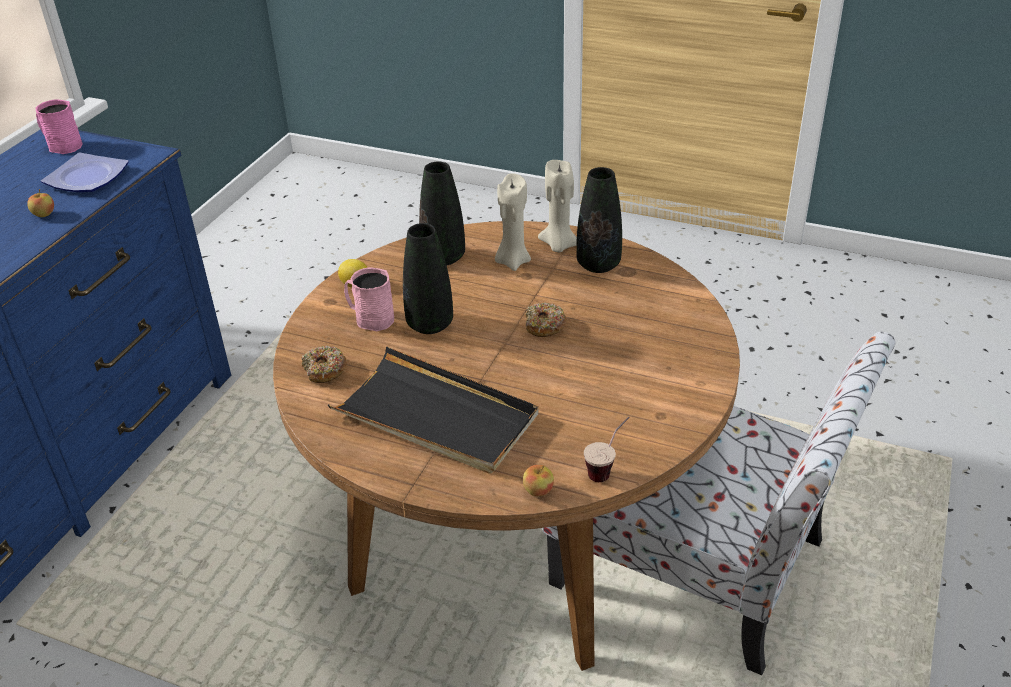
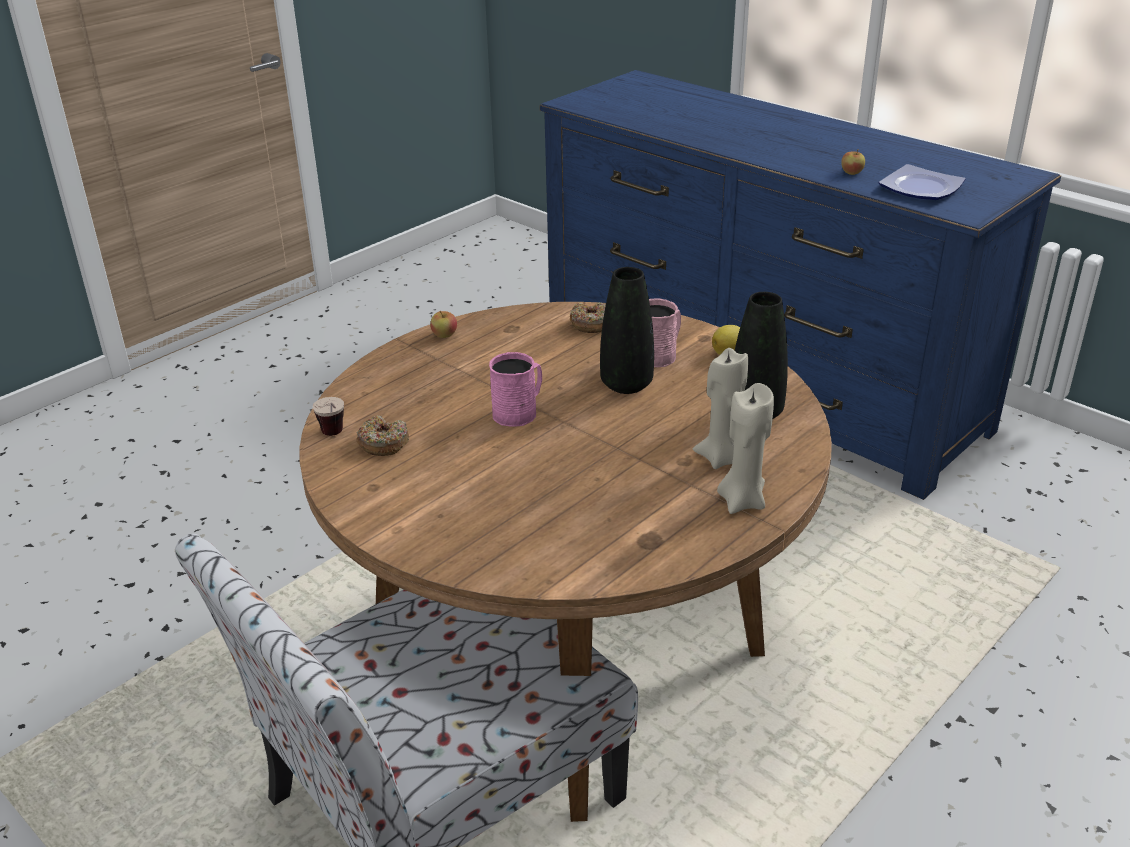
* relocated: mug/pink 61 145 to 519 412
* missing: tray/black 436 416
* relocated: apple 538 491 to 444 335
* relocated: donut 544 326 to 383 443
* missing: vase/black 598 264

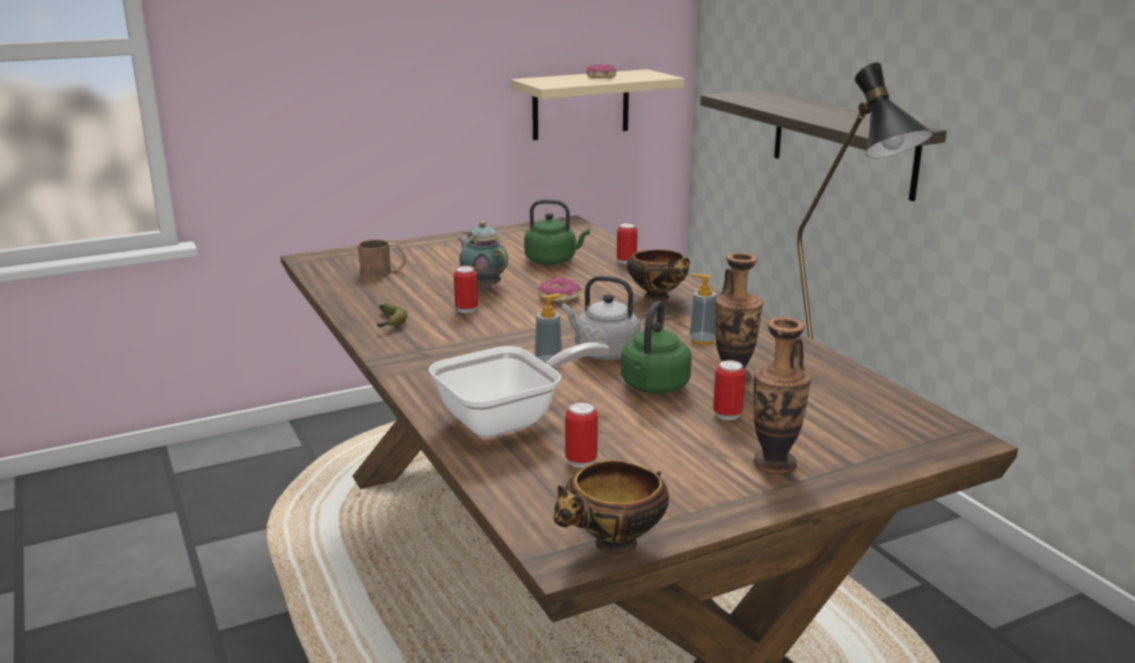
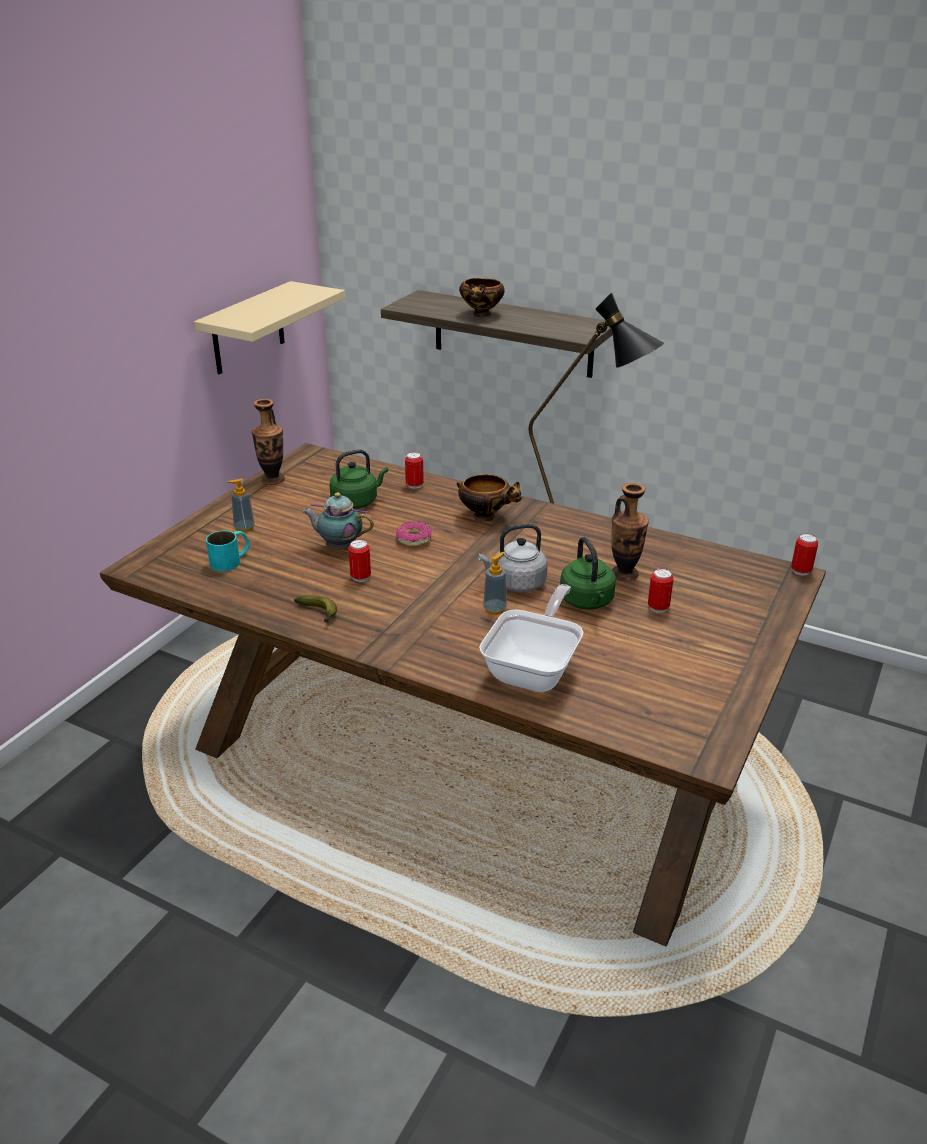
* colour: mug/brown 383 272 to mug/turquoise 231 560
* relocated: bowl 613 546 to 482 315
* relocated: can 581 461 to 801 571
* missing: donut 601 77
* relocated: soap dispenser 702 341 to 244 528
* relocated: vase 774 464 to 272 480

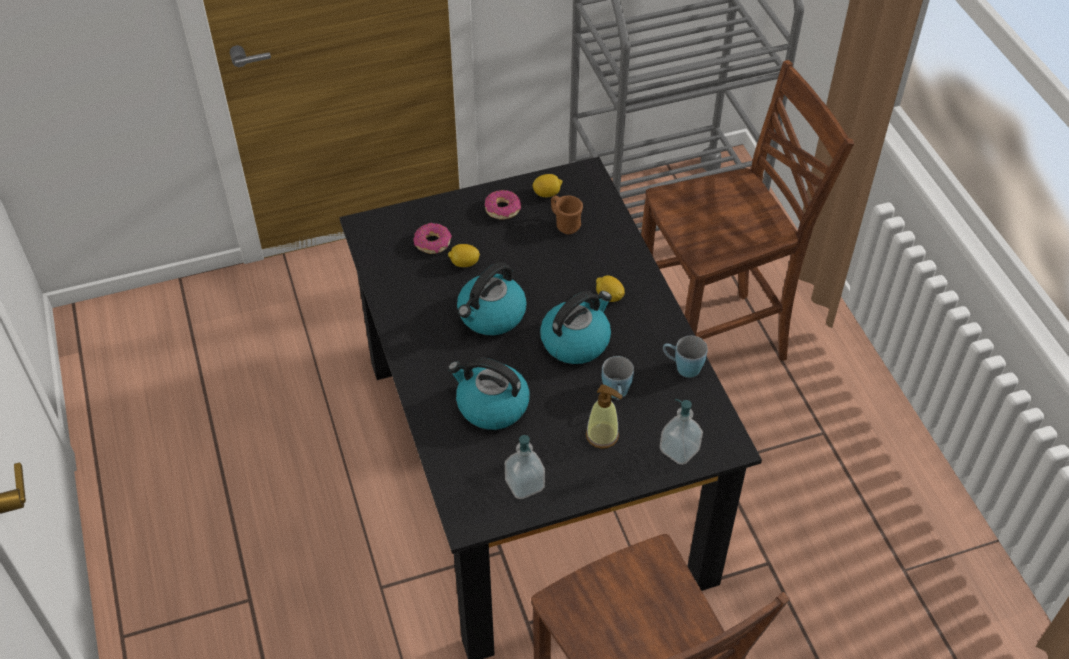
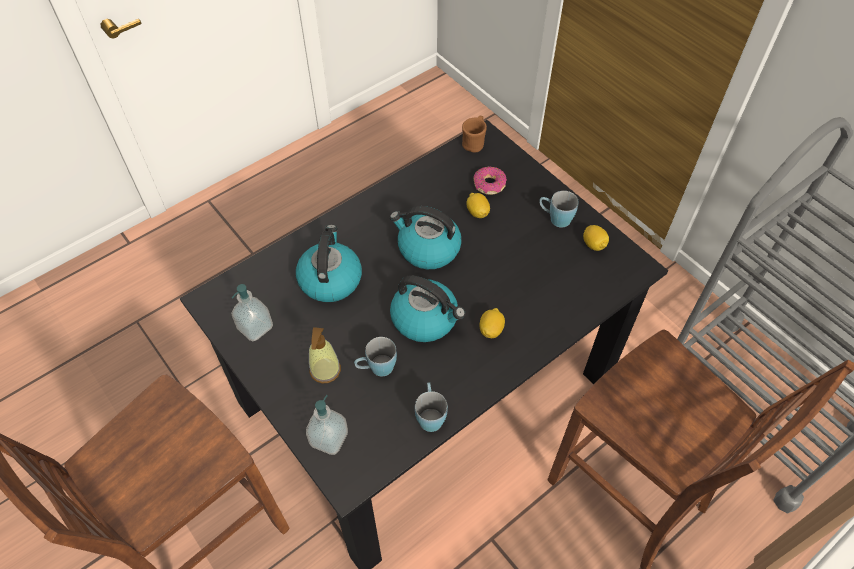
* exchanged: donut 502 209 to mug/blue 555 218
* relocated: mug/brown 565 224 to 474 143

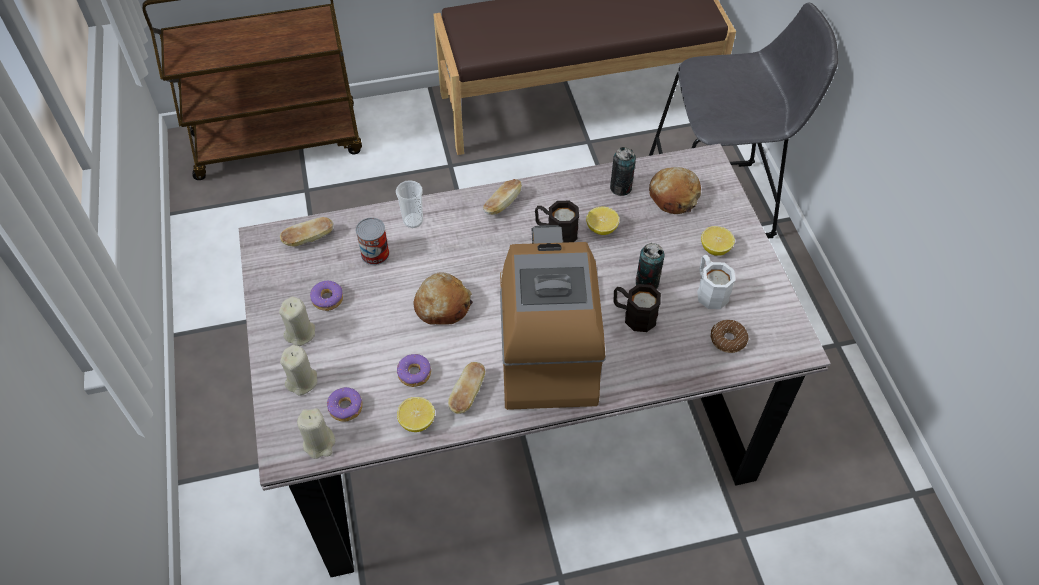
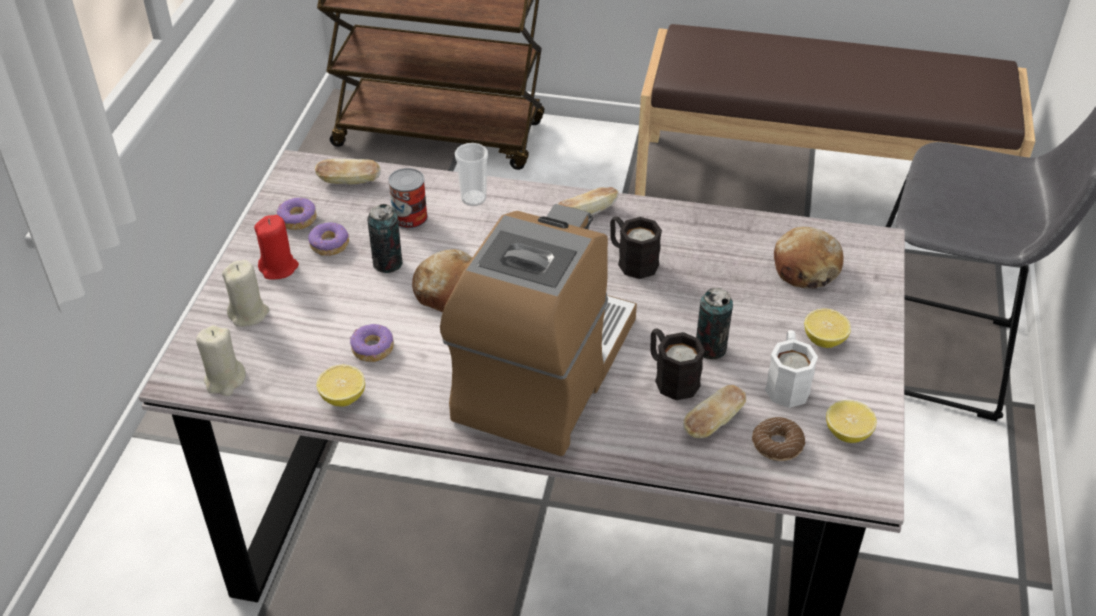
* colour: candle/beige 300 333 to candle/red 279 267
* relocated: donut 346 408 to 298 219
* relocated: bread 467 394 to 713 422
* relocated: lemon 601 229 to 847 433
* relocated: can 620 188 to 387 263

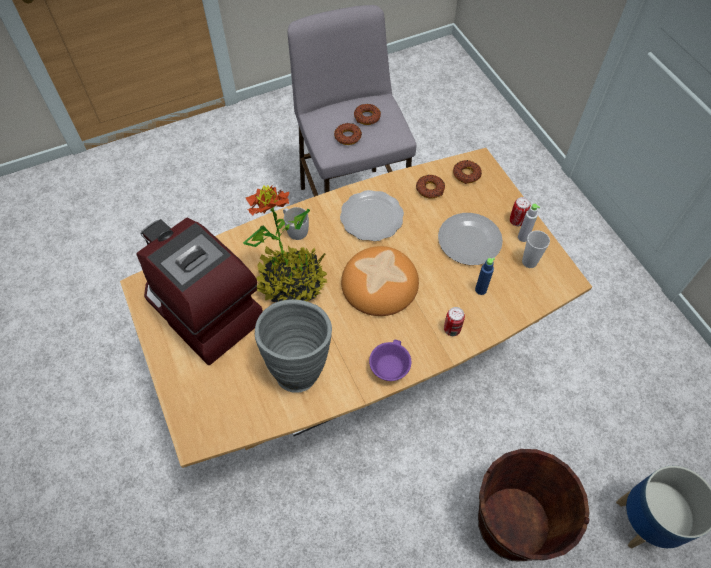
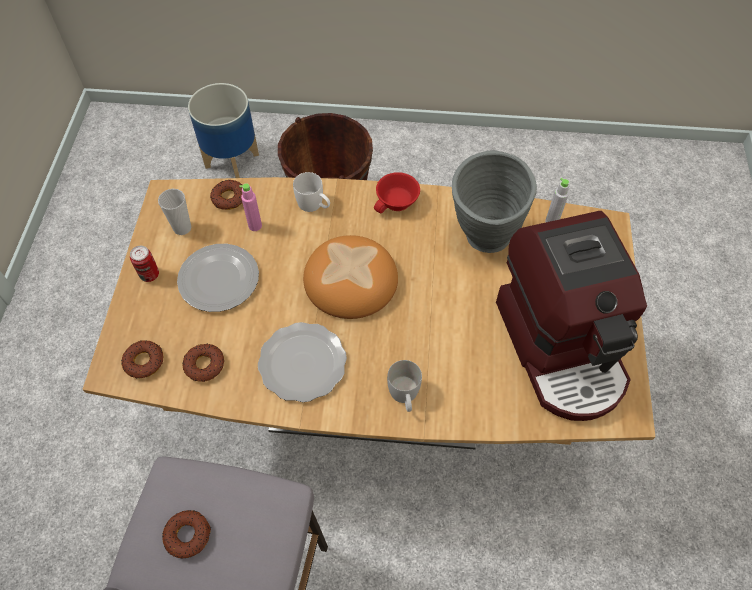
* missing: potted plant 292 283
* relocated: donut 348 136 to 229 198
* colour: cup/purple 388 366 to cup/red 397 203
* exchanged: can 452 329 to mug/white 314 205
* colour: bottle/blue 480 290 to bottle/pink 255 226
* relocated: bottle/grey 523 237 to 551 221

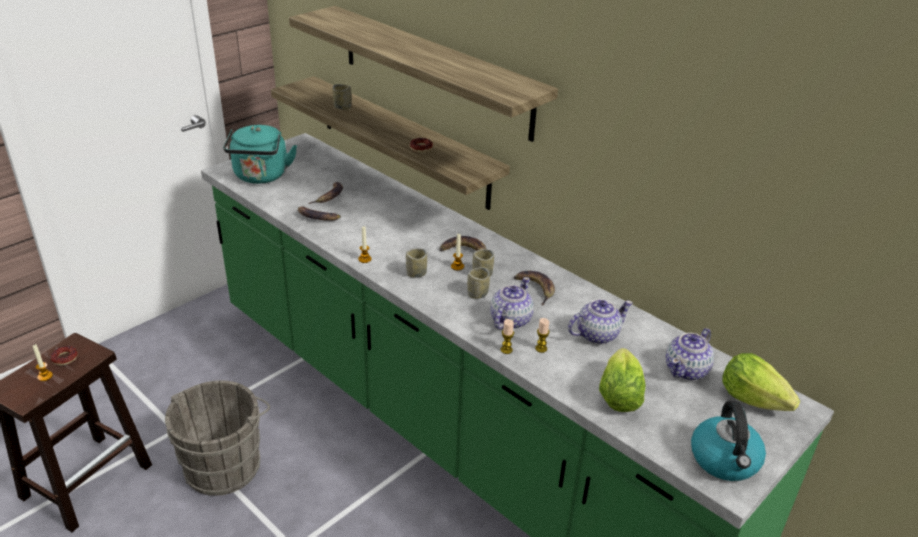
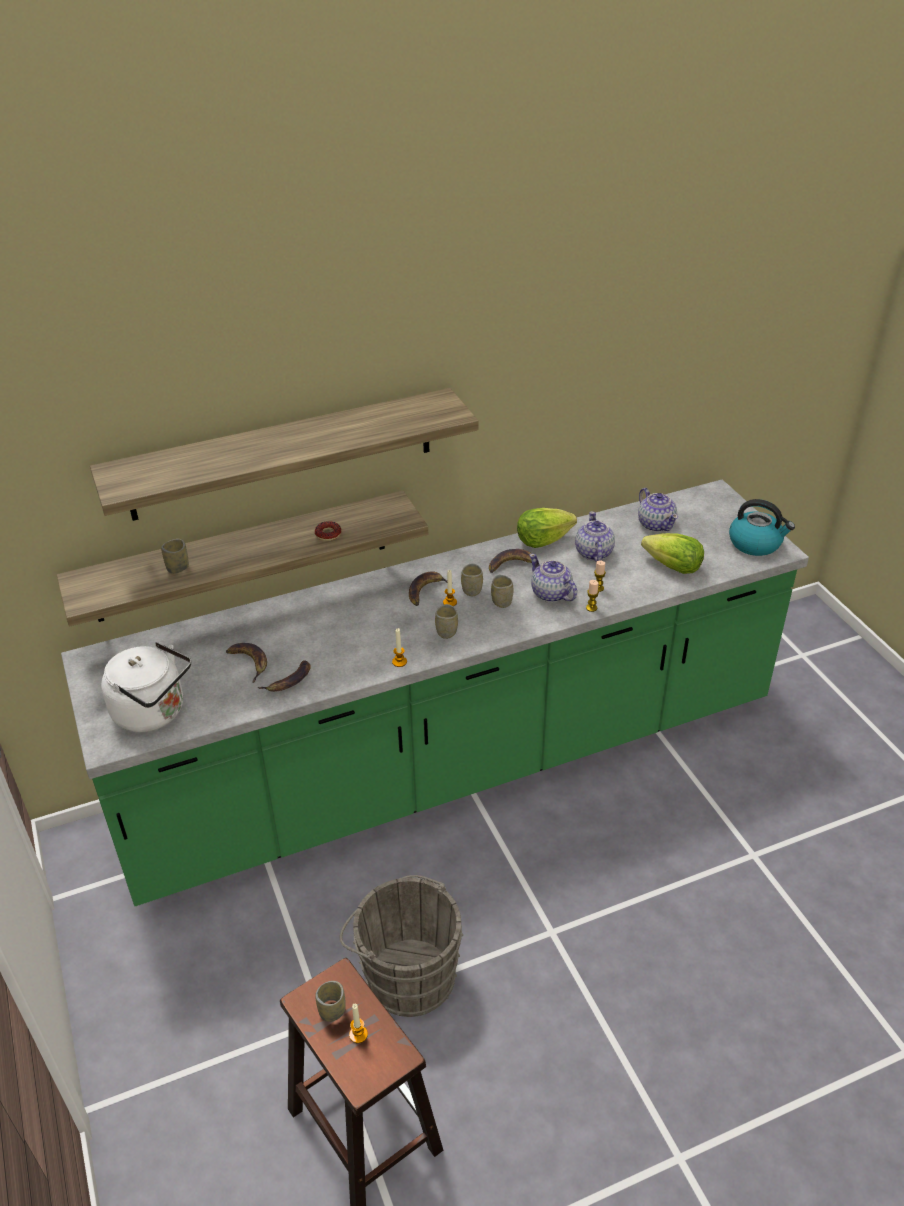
* exchanged: donut 65 358 to cup 332 1011
* colour: kettle/turquoise 261 177 to kettle/white 154 713
* relocated: lettuce 752 399 to 542 540

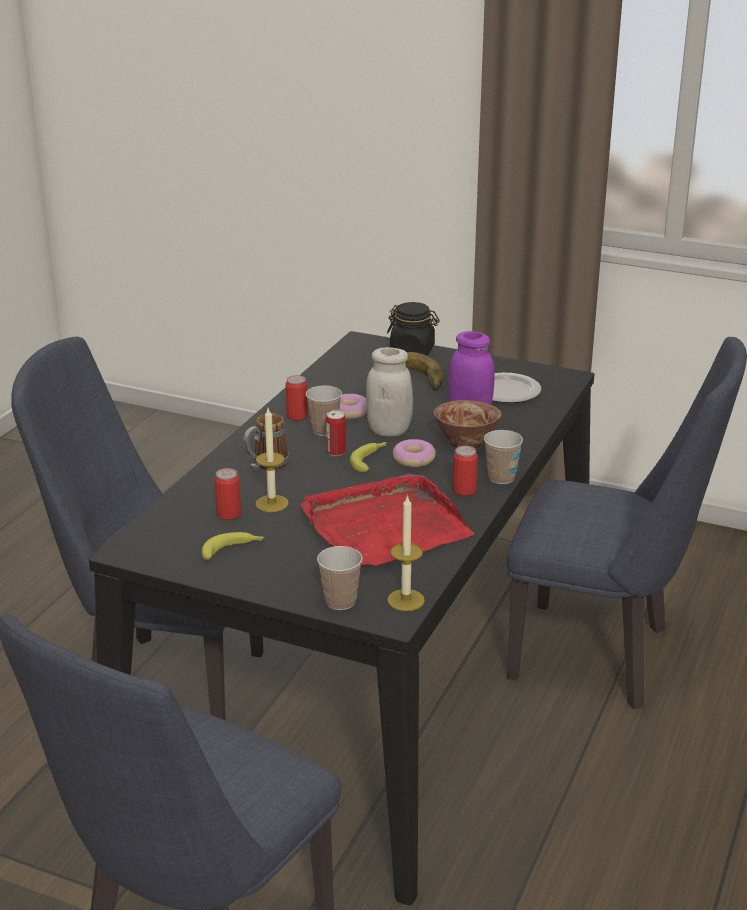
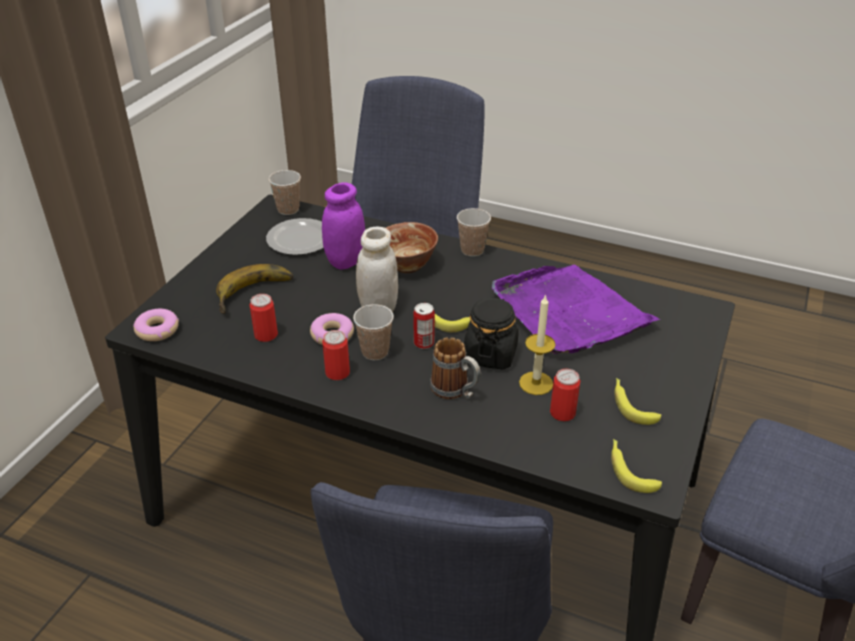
* colour: tray/red 384 527 to tray/purple 568 313
* relocated: cup 340 601 to 288 209
* relocated: jar/black 412 351 to 490 354
* missing: candle 406 600
* relocated: donut 413 459 to 157 330
* relocated: can 464 490 to 266 335
* appeared: banana 629 469

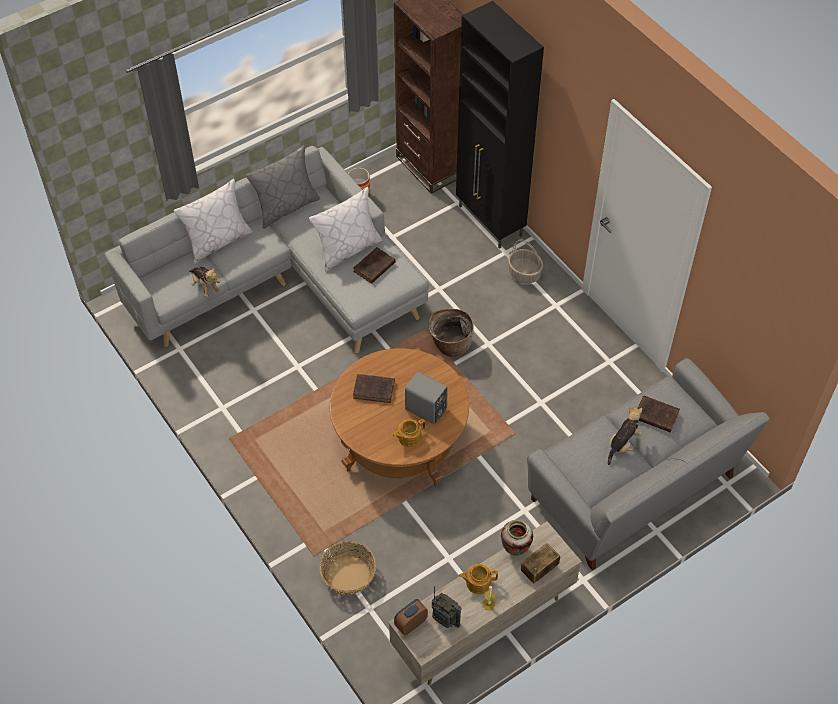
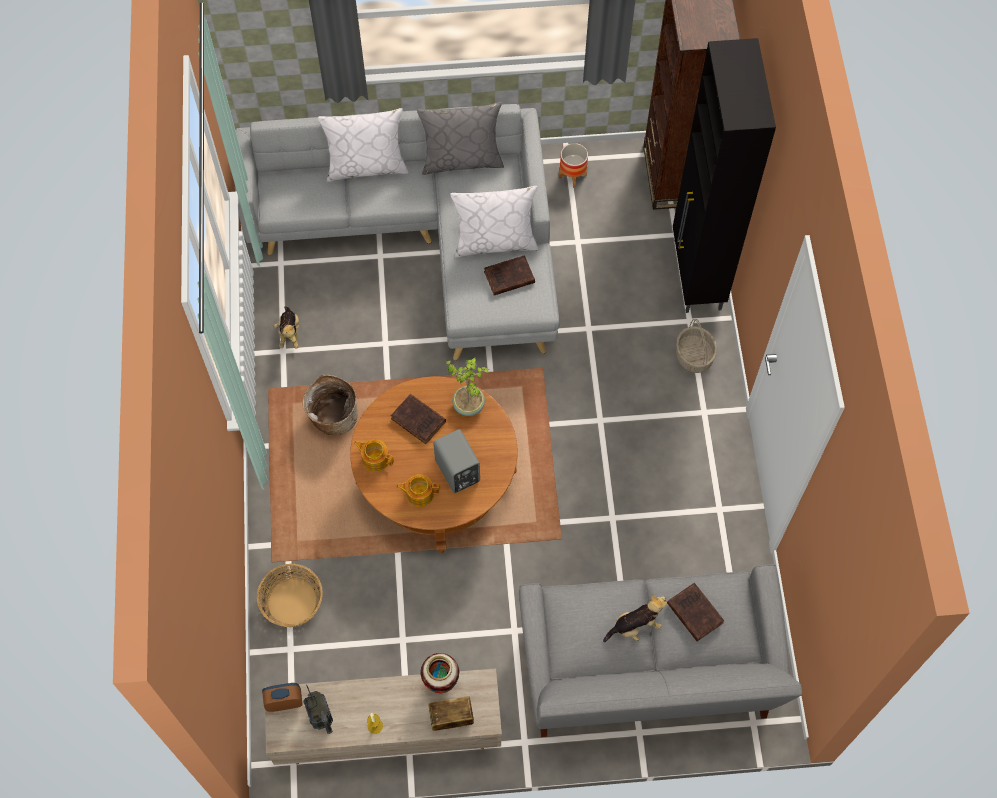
* relocated: plush toy 205 286 to 289 333
* relocated: basket 450 344 to 333 417
* relocated: teapot 477 582 to 375 459
* appeared: potted plant 469 404

